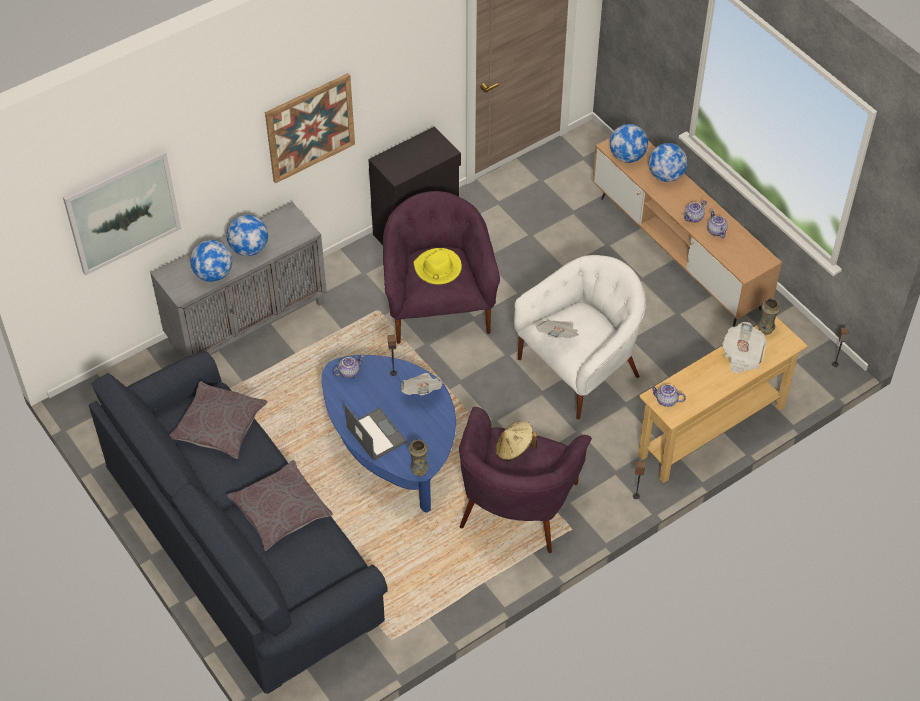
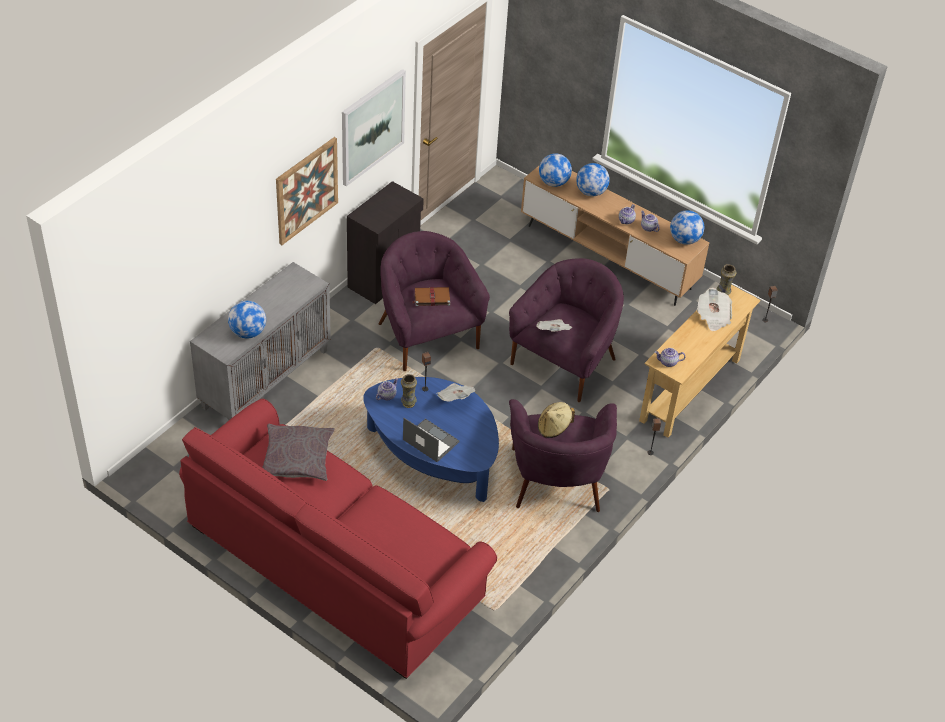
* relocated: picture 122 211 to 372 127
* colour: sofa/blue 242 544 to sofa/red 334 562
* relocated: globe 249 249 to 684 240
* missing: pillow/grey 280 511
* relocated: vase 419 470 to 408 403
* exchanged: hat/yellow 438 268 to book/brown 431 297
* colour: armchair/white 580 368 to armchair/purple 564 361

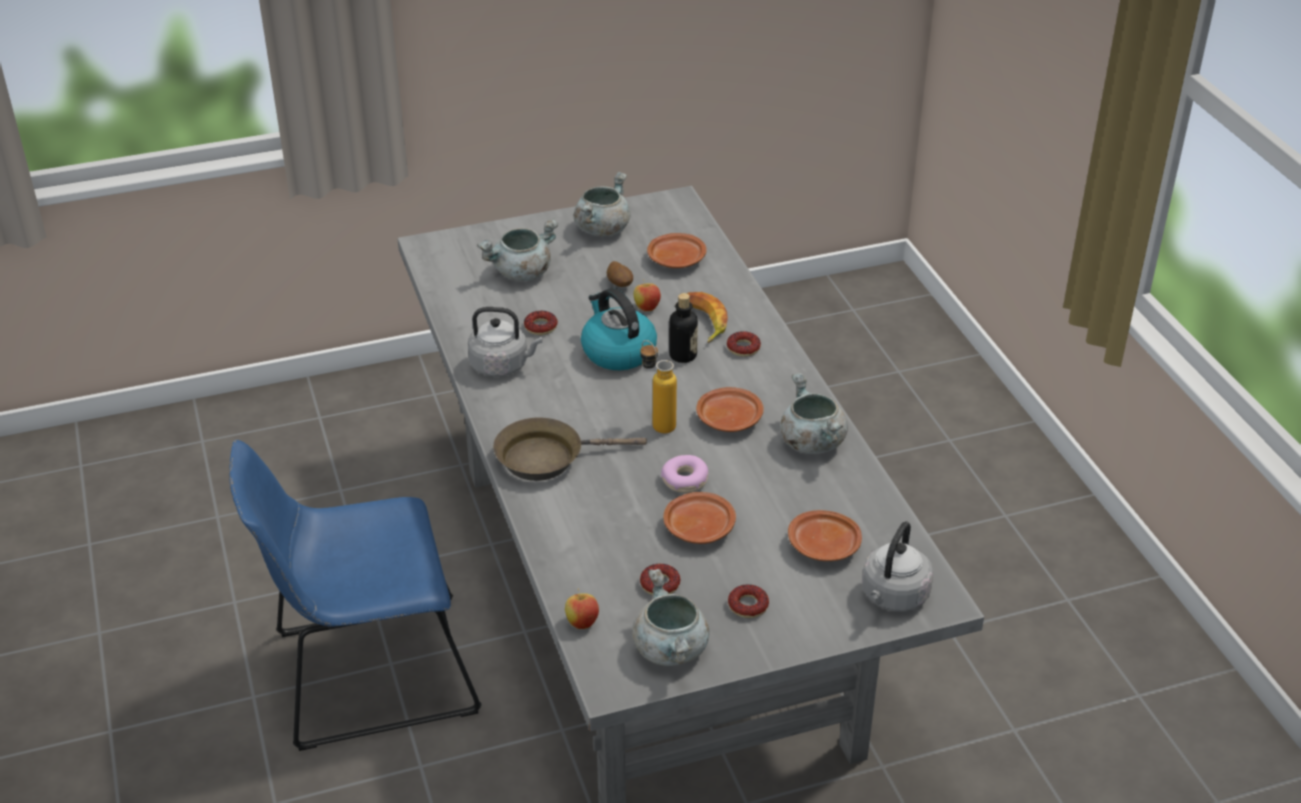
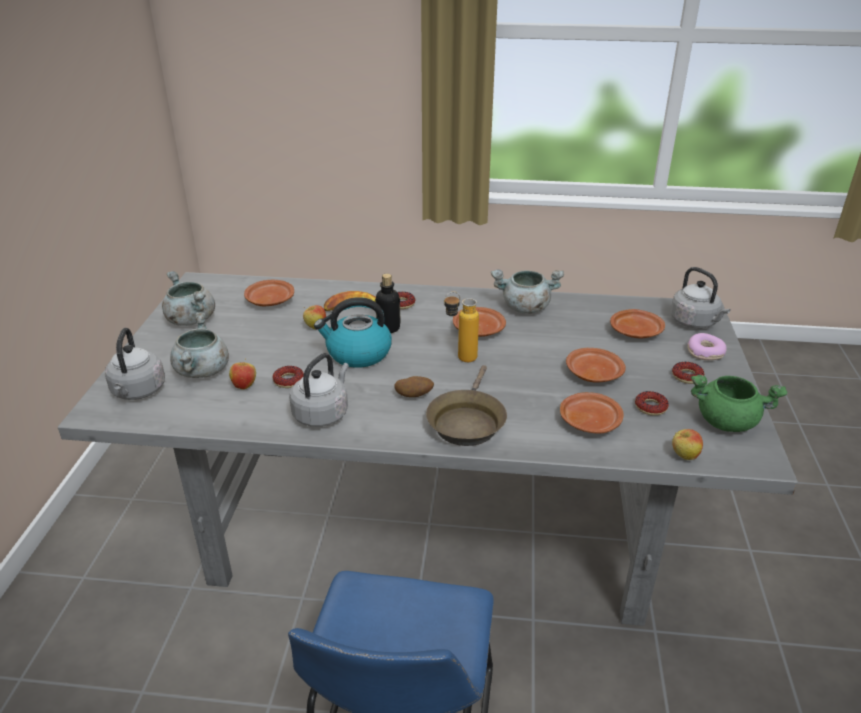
* relocated: potato 620 285 to 414 396
* colour: cooking pot/grey 672 650 to cooking pot/green 727 421
* relocated: donut 685 480 to 705 352
* appeared: kettle/grey 138 392
* appeared: apple 244 386
* appeared: plate/brown 589 421

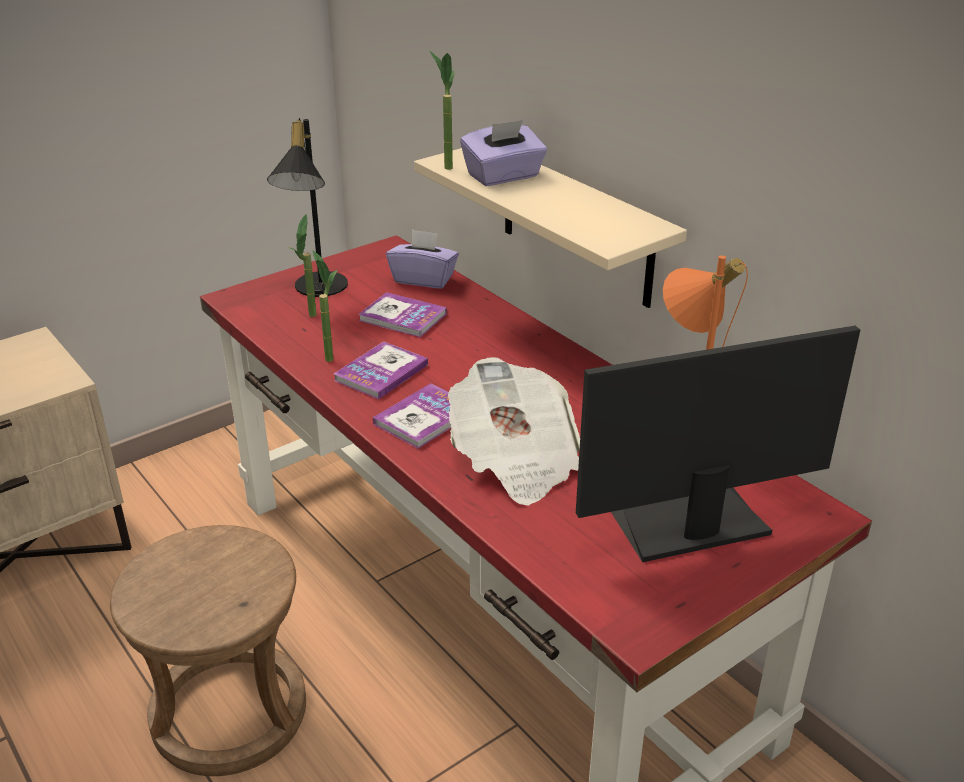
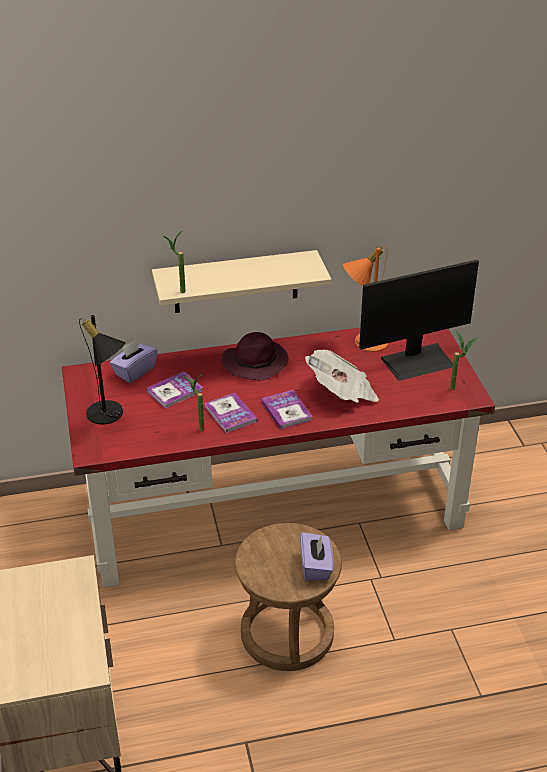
* relocated: potted plant 311 319 to 457 389
* relocated: tissue box/purple 503 176 to 316 566
* spun: monitor 689 524 = 417 361 120 degrees counterclockwise
* appeared: hat/purple 256 362

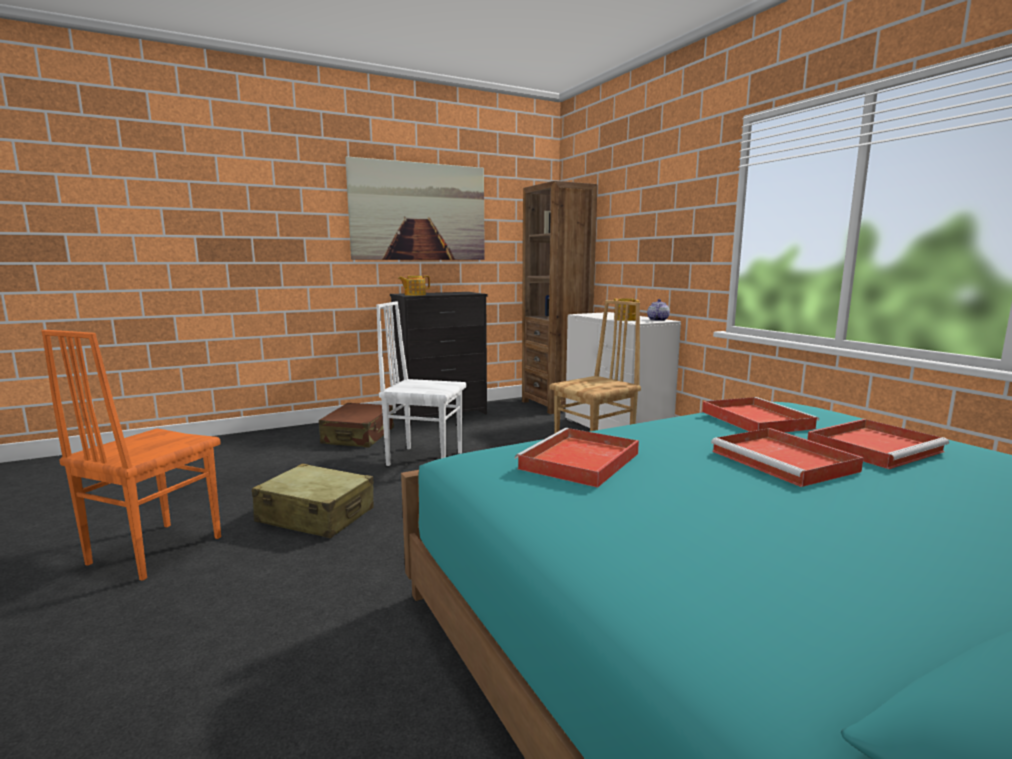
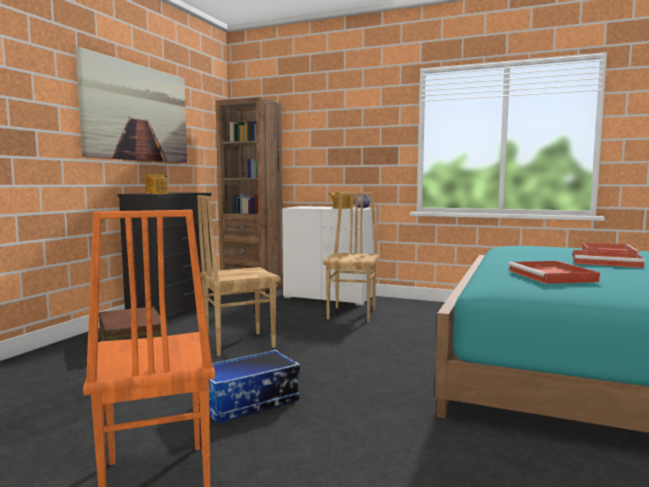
* exchanged: suitcase/beige 316 516 to storage box 248 403
* colour: chair/white 425 458 to chair/brown 238 343
* missing: tray/red 754 419

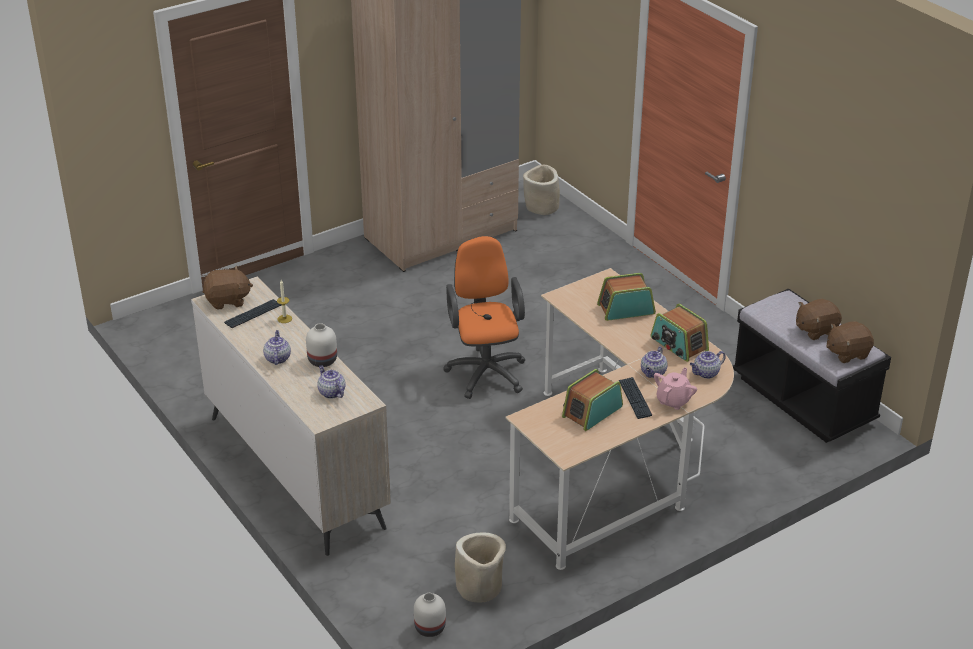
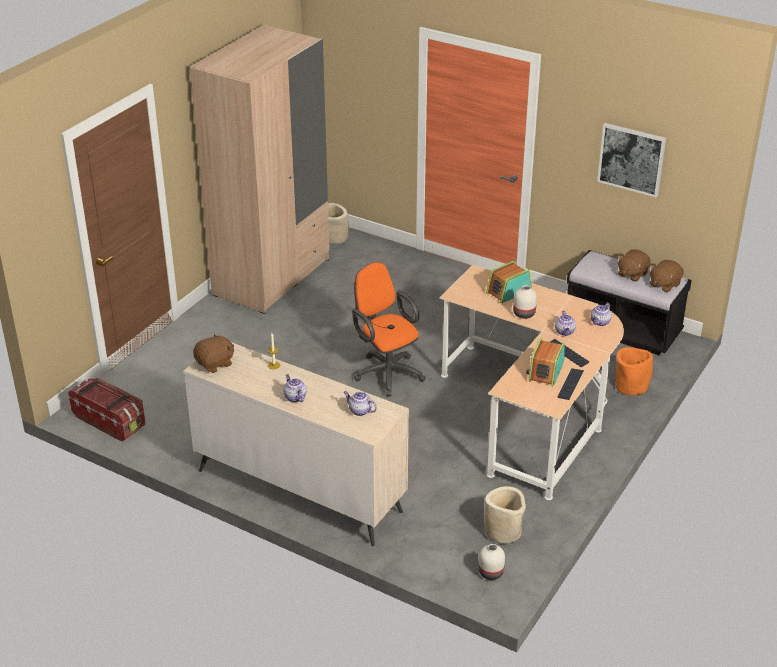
* relocated: keyboard 253 314 to 570 384
* relocated: vase/white 321 361 to 523 314
* missing: radio 678 344
* missing: teapot/pink 673 400
* appeared: storage box 110 421
* appeared: picture 631 159
* appeared: planter/orange 631 386

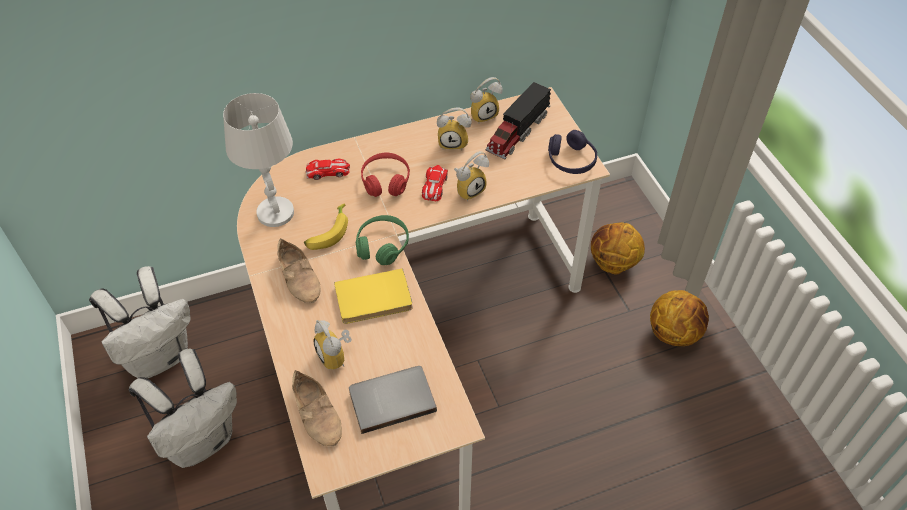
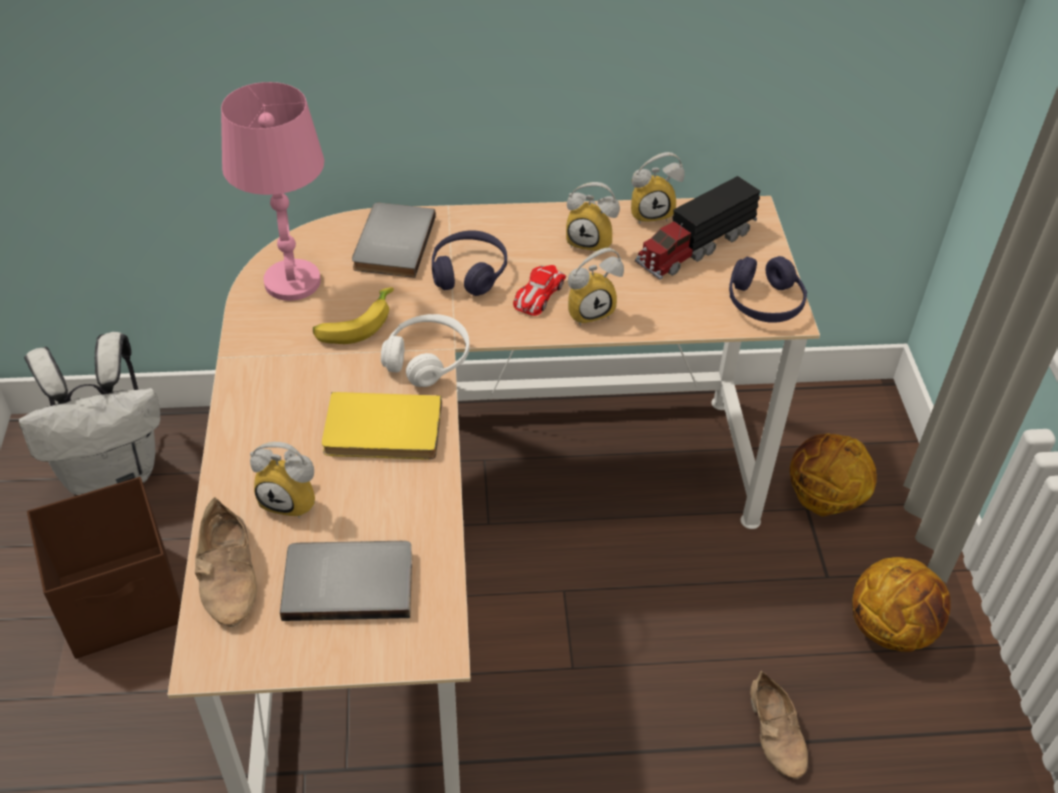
* exchanged: backpack/white 201 440 to storage box/brown 123 601
* colour: table lamp/white 276 213 to table lamp/pink 293 282
* relocated: shoe/beige 300 276 to 777 731
* exchanged: toy car 328 171 to book/grey 391 243
* spun: alarm clock 337 356 = 293 499 60 degrees counterclockwise
* colour: headphones/green 382 245 to headphones/white 427 359
* colour: headphones/red 385 181 to headphones/purple 469 273

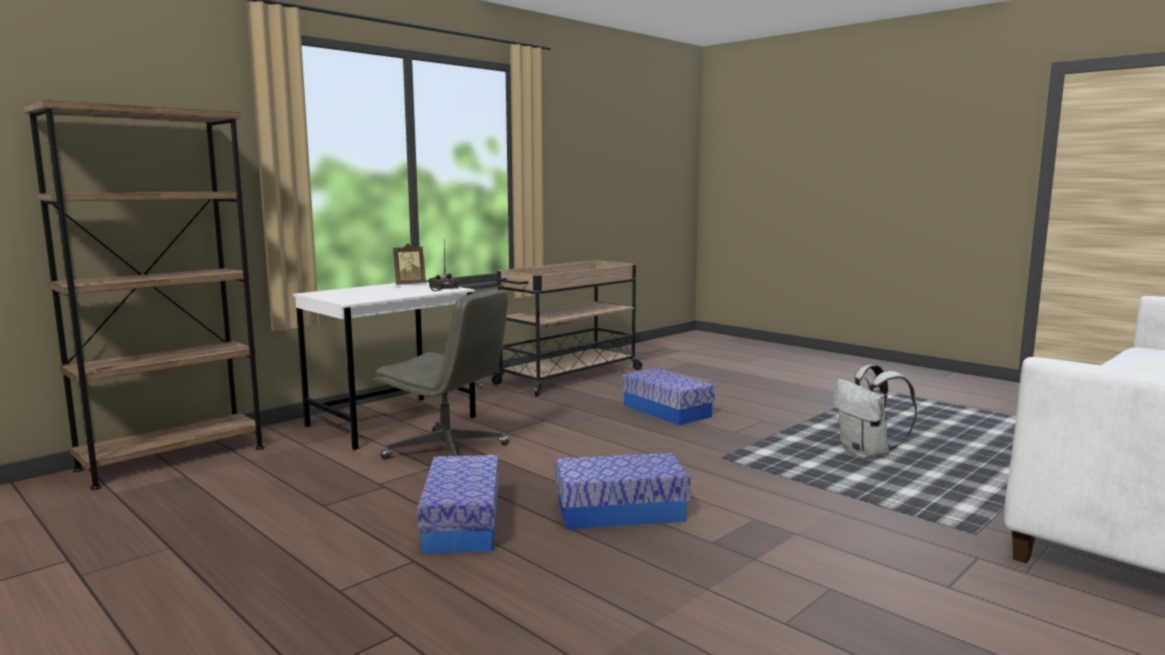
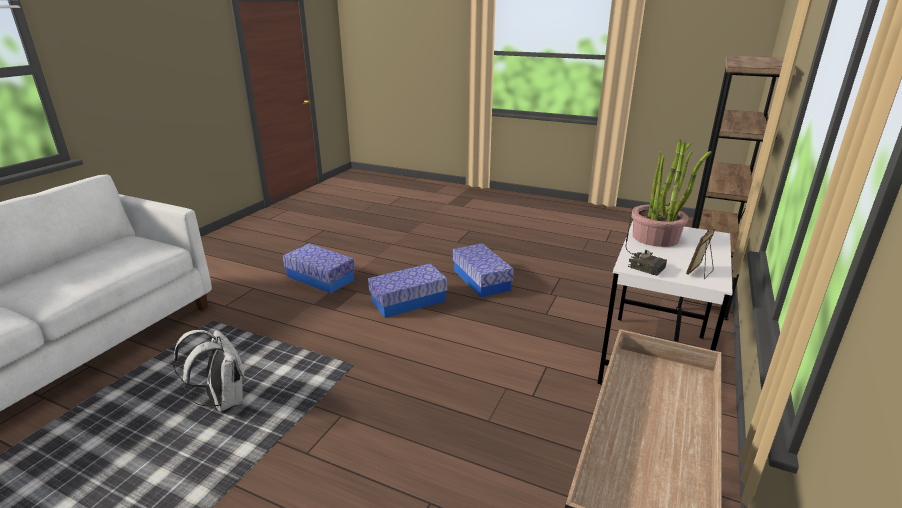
* missing: office chair/grey 448 452
* relocated: storage box 667 411 to 320 278
* appeared: potted plant 656 237

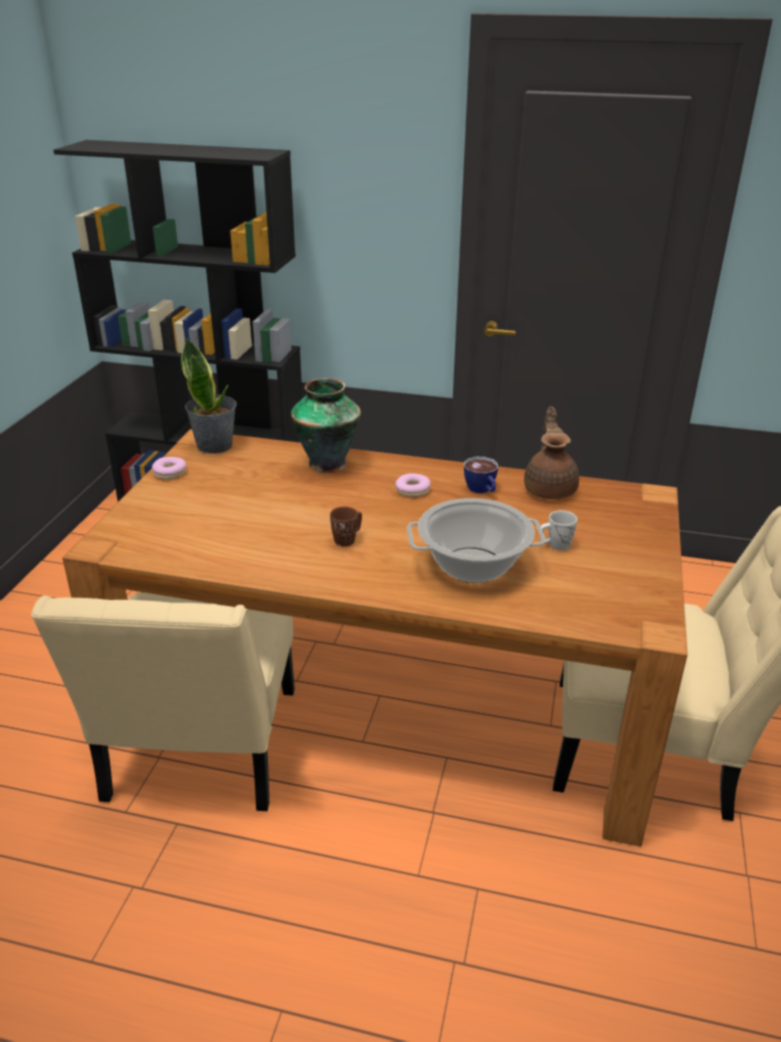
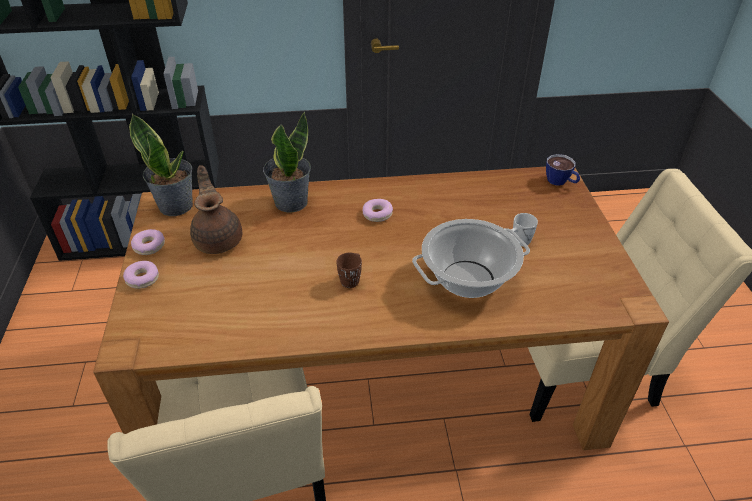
* exchanged: vase 328 463 to potted plant 290 202
* relocated: cup 482 490 to 560 182
* relocated: teapot/brown 550 489 to 218 239
* appeared: donut 142 278

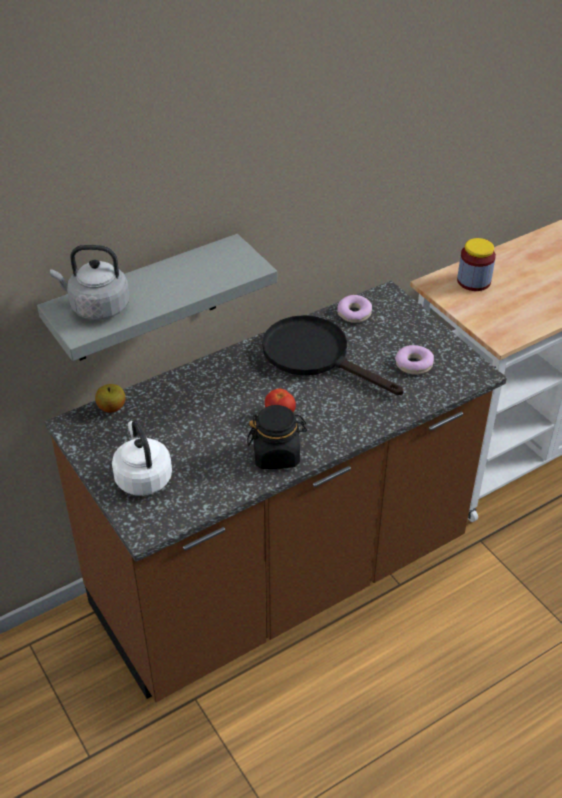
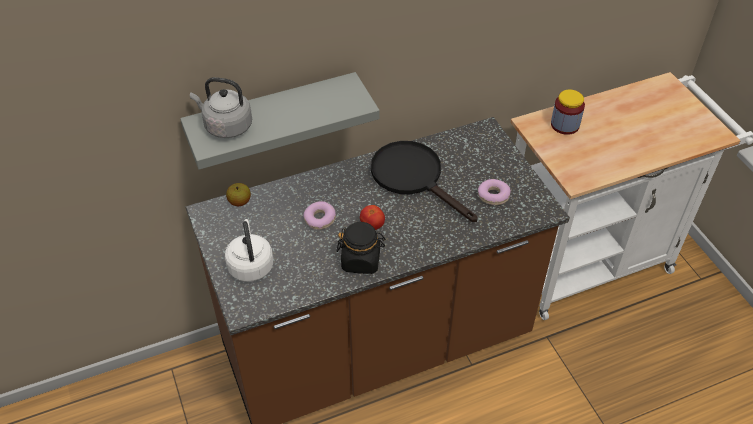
* relocated: donut 354 314 to 319 219

